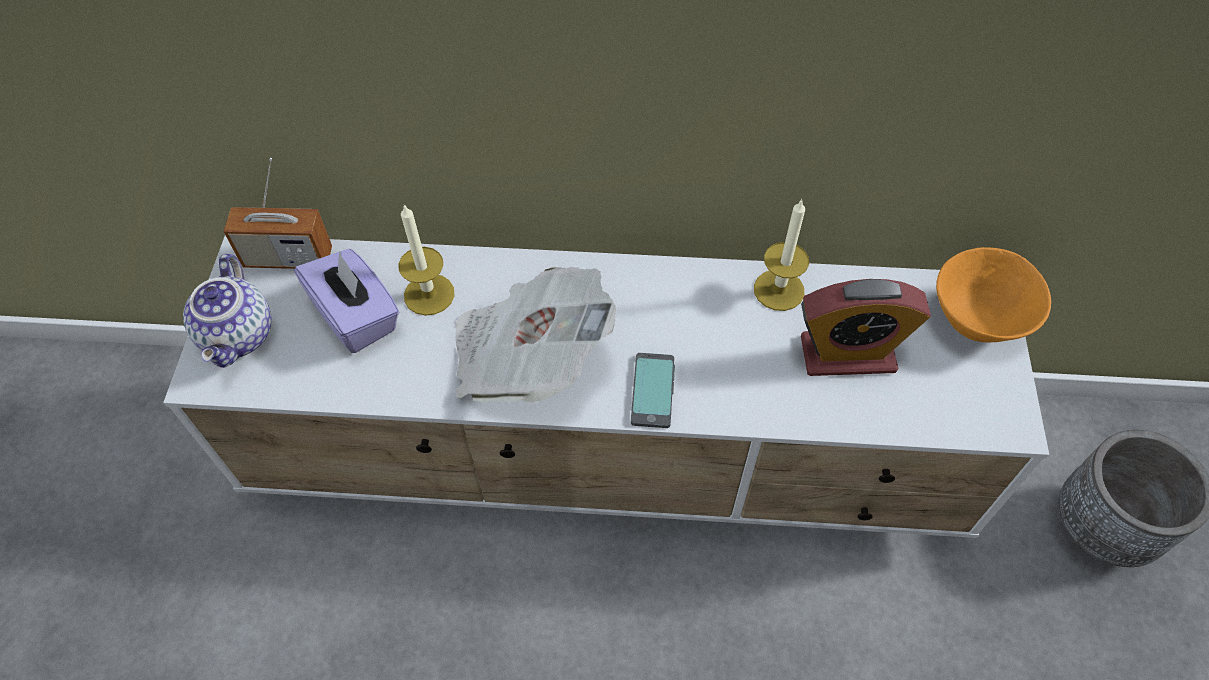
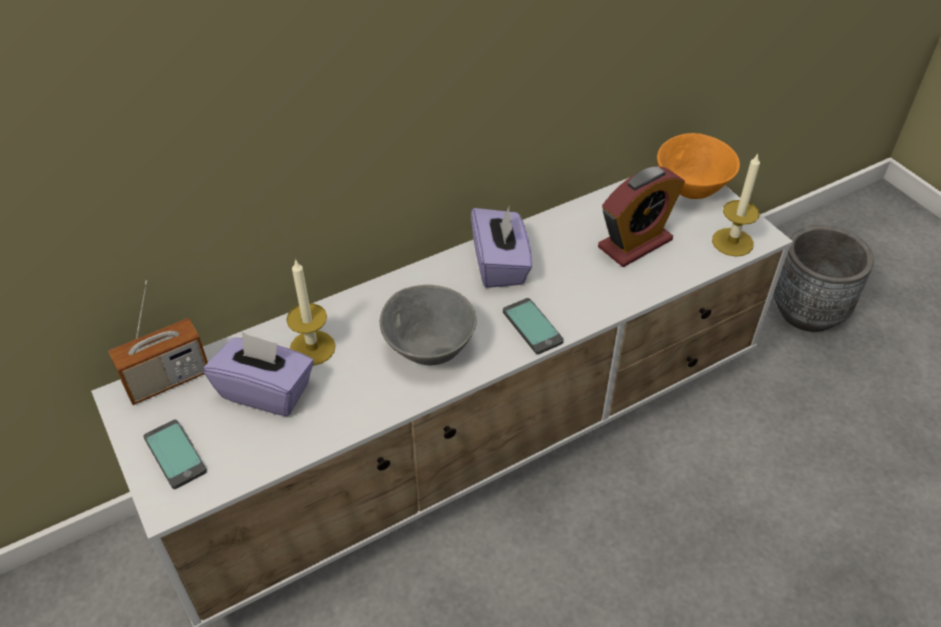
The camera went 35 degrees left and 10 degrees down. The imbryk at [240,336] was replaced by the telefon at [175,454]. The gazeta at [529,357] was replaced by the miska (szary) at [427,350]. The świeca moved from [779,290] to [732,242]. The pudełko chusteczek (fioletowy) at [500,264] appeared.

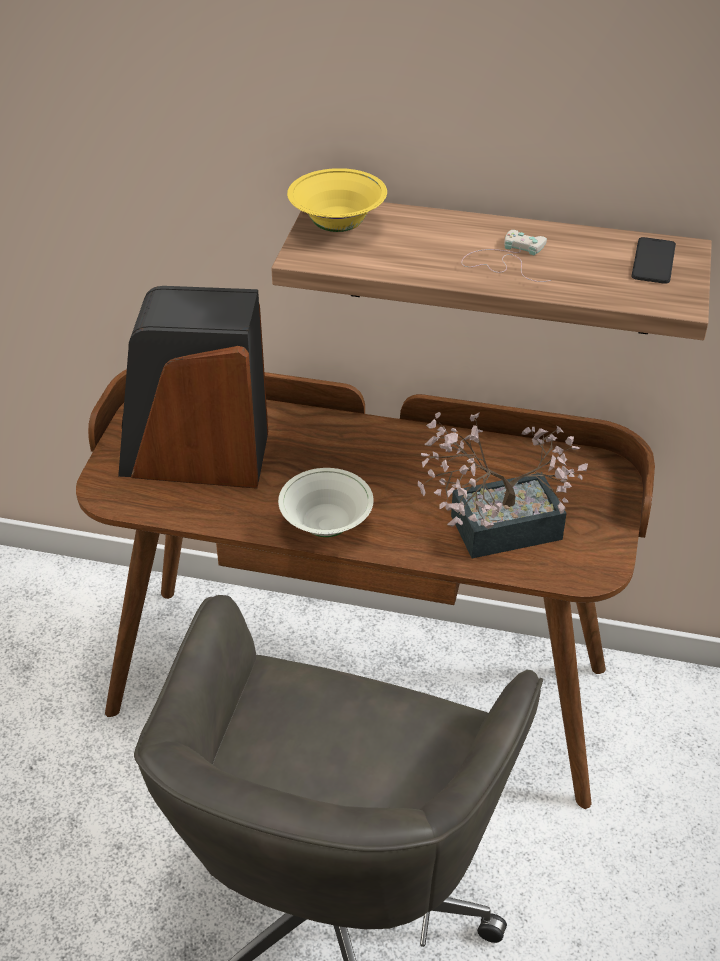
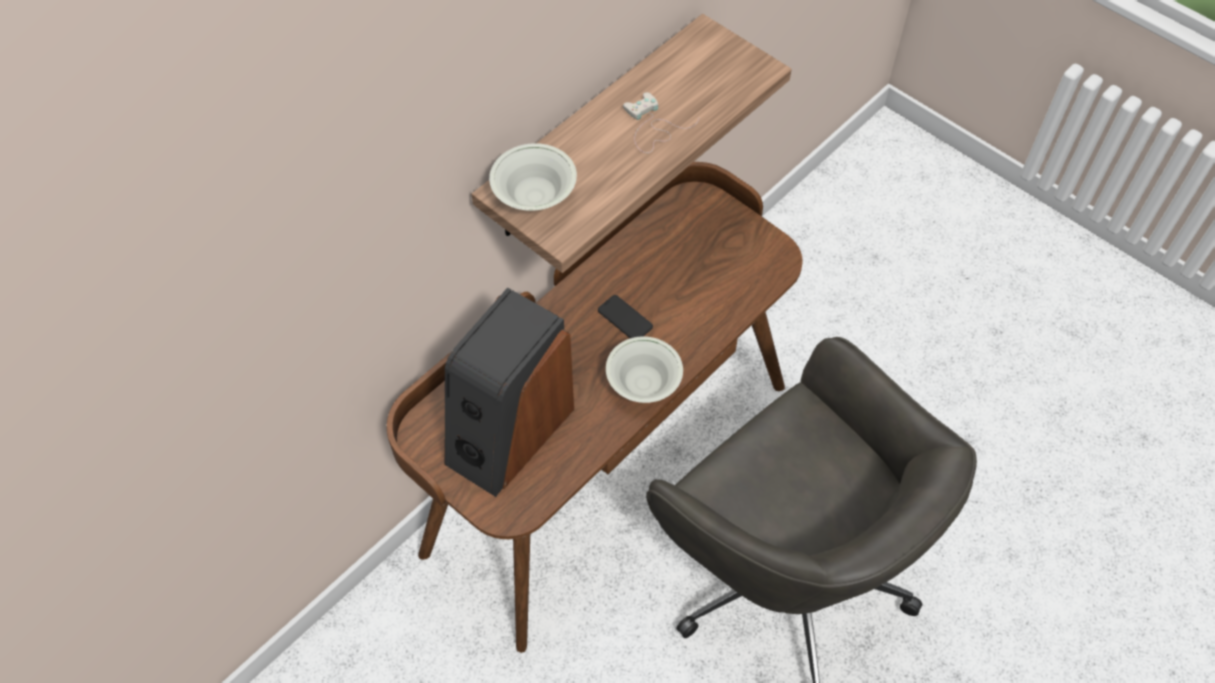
The camera went 60 degrees left and 15 degrees up. The miska (żółty) at [338,226] became the miska (biały) at [535,198]. The roślina doniczkowa at [492,529] disappeared. The telefon moved from [653,261] to [625,318].

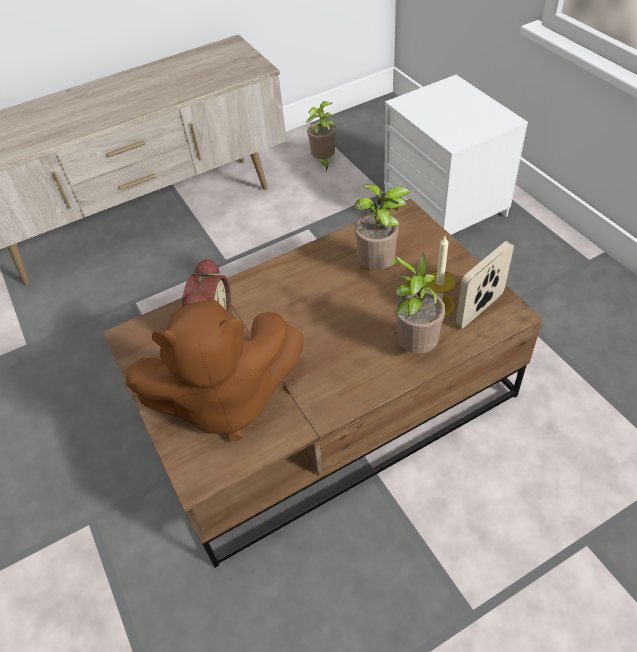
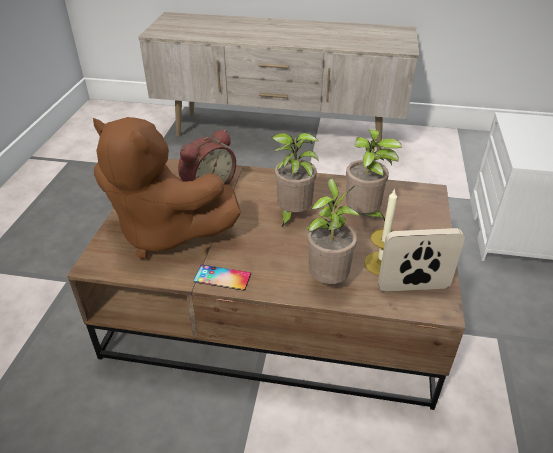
The camera went 35 degrees right and 10 degrees down. The roślina doniczkowa moved from [323,162] to [292,215]. The telefon at [222,278] appeared.

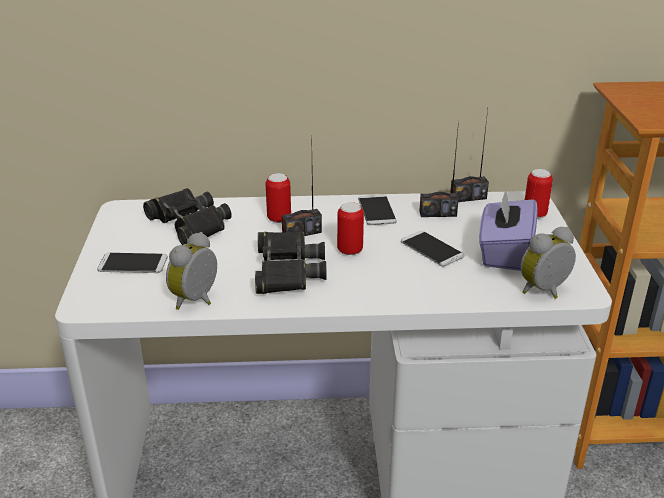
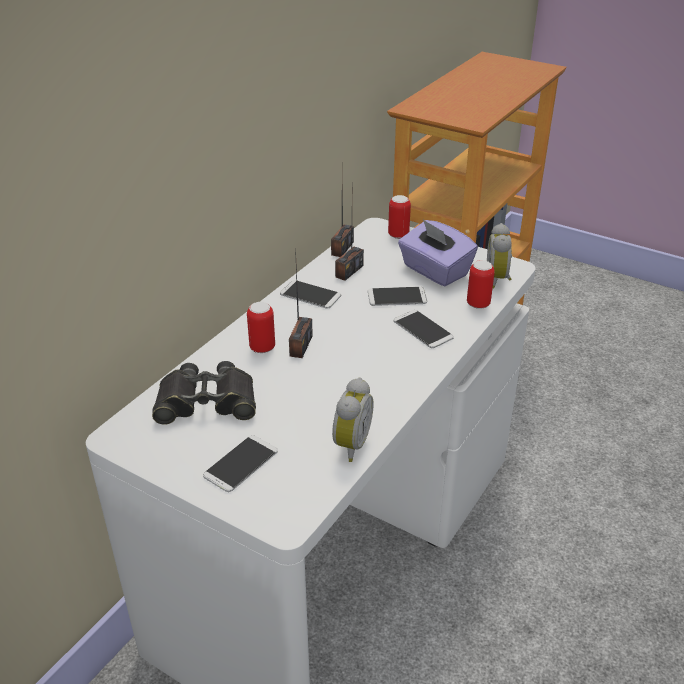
The camera went 55 degrees left and 5 degrees up. The budzik at [198,300] turned 135 degrees counterclockwise. The lornetka (czarny) at [287,270] disappeared. The puszka moved from [350,250] to [478,304]. The telefon at [423,329] appeared.

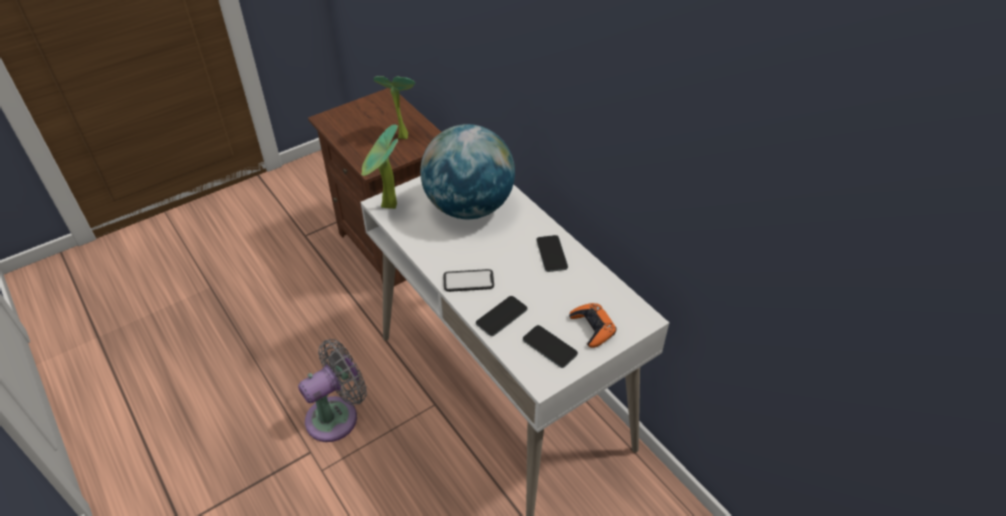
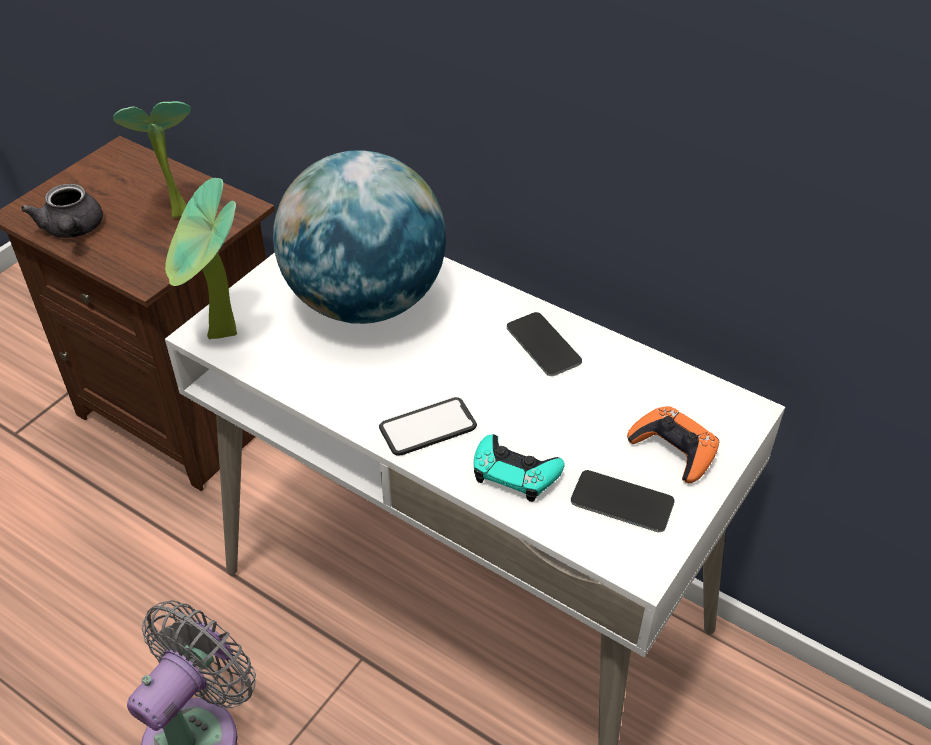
The camera went 20 degrees left and 0 degrees up. The telefon at [501,316] was replaced by the pad do gier (turkusowy) at [515,472]. The imbryk (szary) at [72,230] appeared.

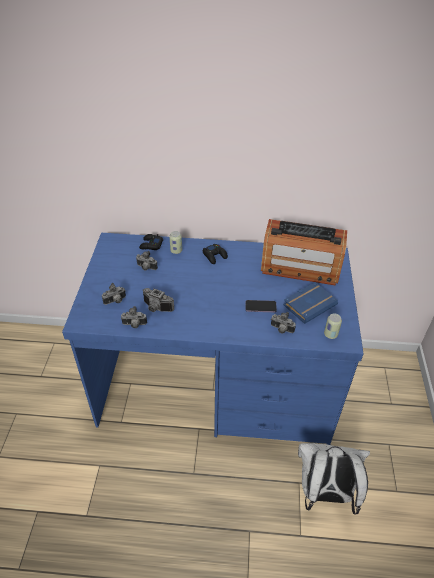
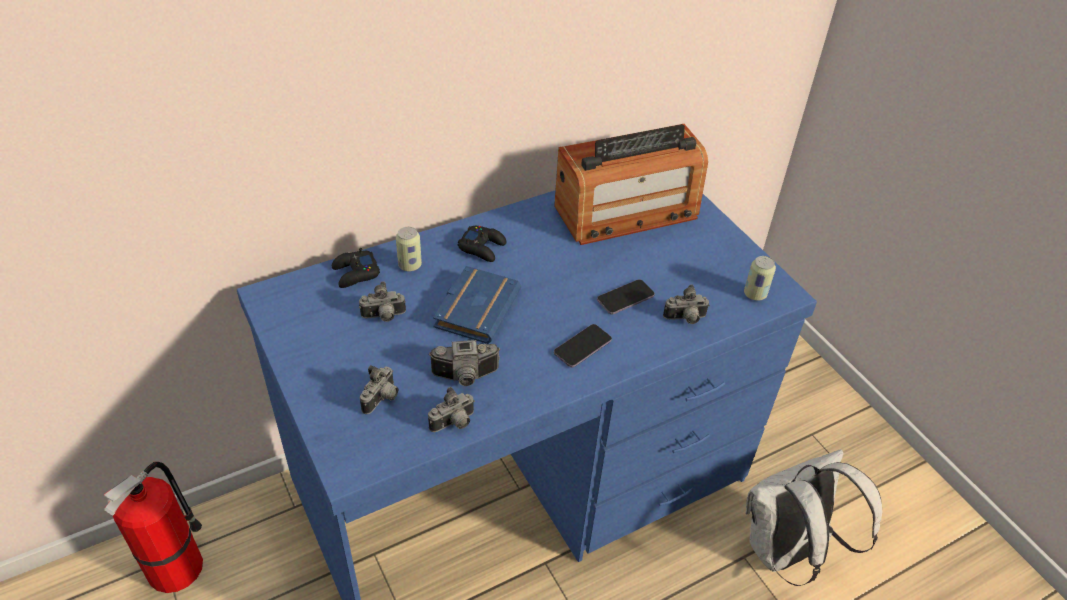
The camera went 35 degrees left and 0 degrees up. The książka (niebieski) moved from [309,304] to [475,308]. The gaśnica at [177,565] appeared. The telefon at [582,347] appeared.

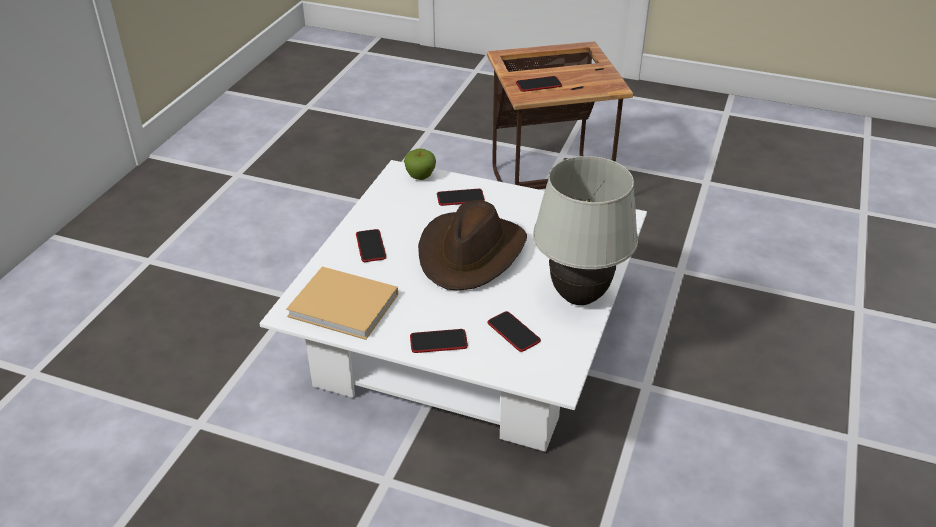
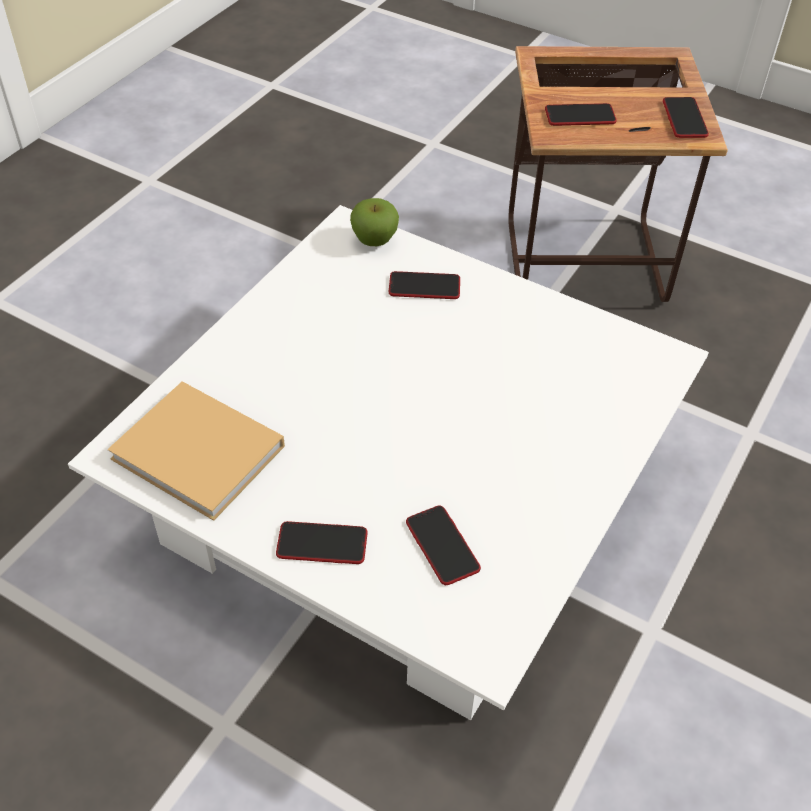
The camera went 10 degrees right and 10 degrees up. The telefon moved from [371,246] to [684,119]. The kapelusz (brązowy) at [471,253] disappeared. The lampa stołowa (biały) at [578,297] disappeared.

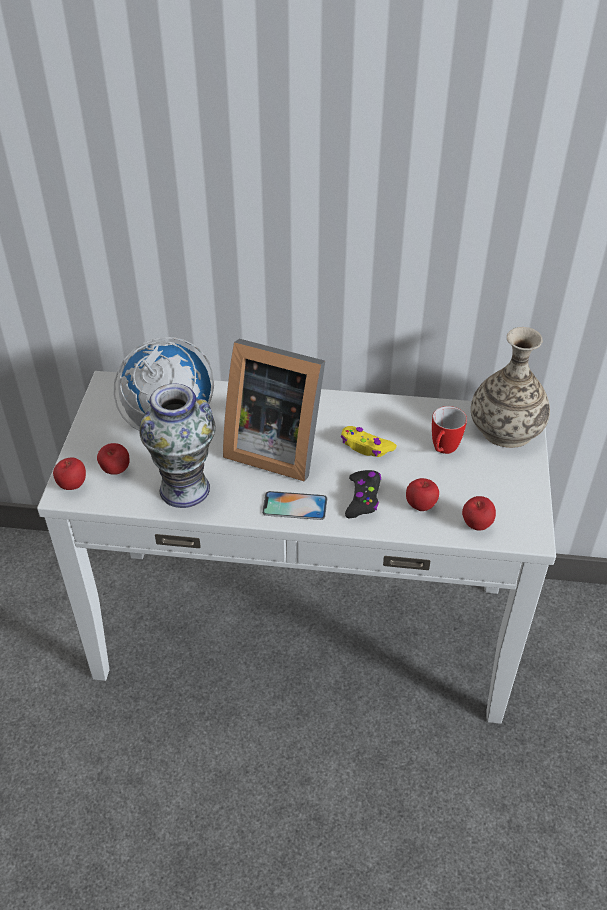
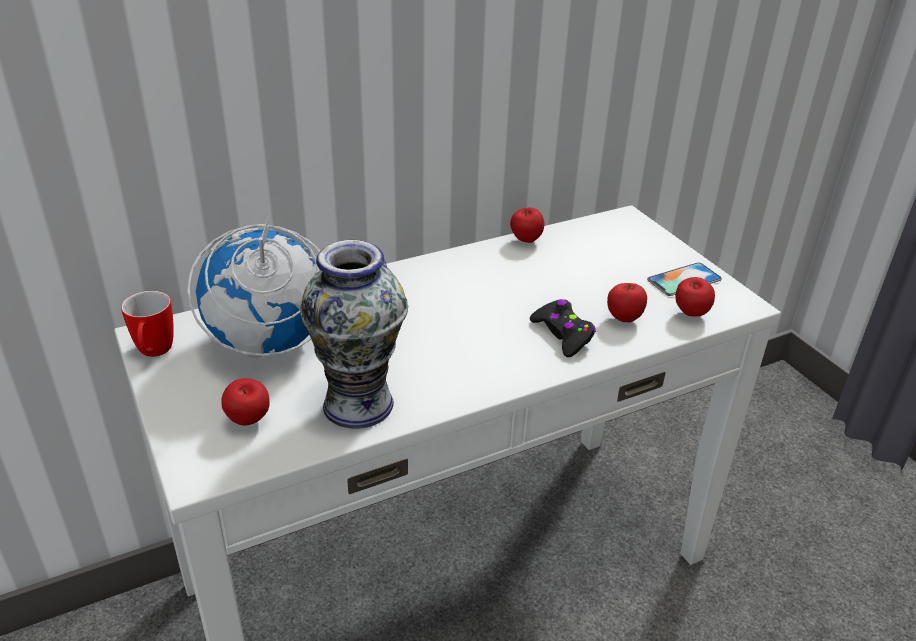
The camera went 35 degrees left and 10 degrees down. The jabłko moved from [72,485] to [525,241]. The ramka na zdjęcie at [274,446] disappeared. The telefon moved from [295,506] to [684,279]. The pad do gier (żółty) at [366,446] disappeared. The kubek moved from [442,450] to [154,353]. The wazon at [506,429] disappeared.

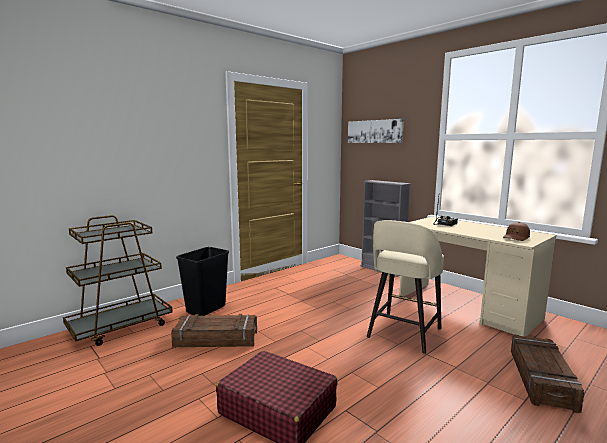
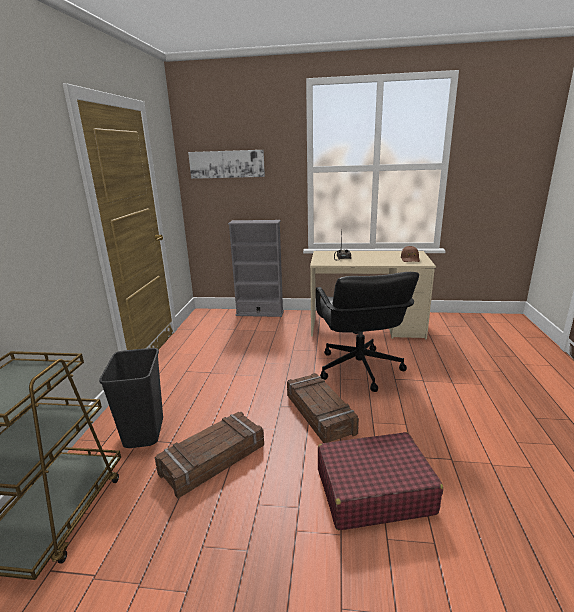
The camera went 40 degrees left and 10 degrees up. The stołek (beżowy) at [403,334] was replaced by the krzesło biurowe (czarny) at [359,369]. The skrzynka moved from [542,379] to [320,413].

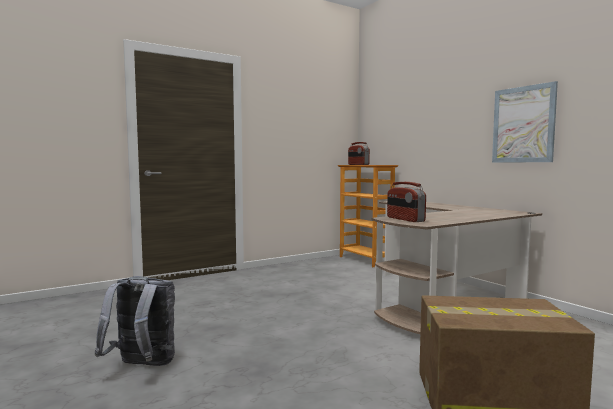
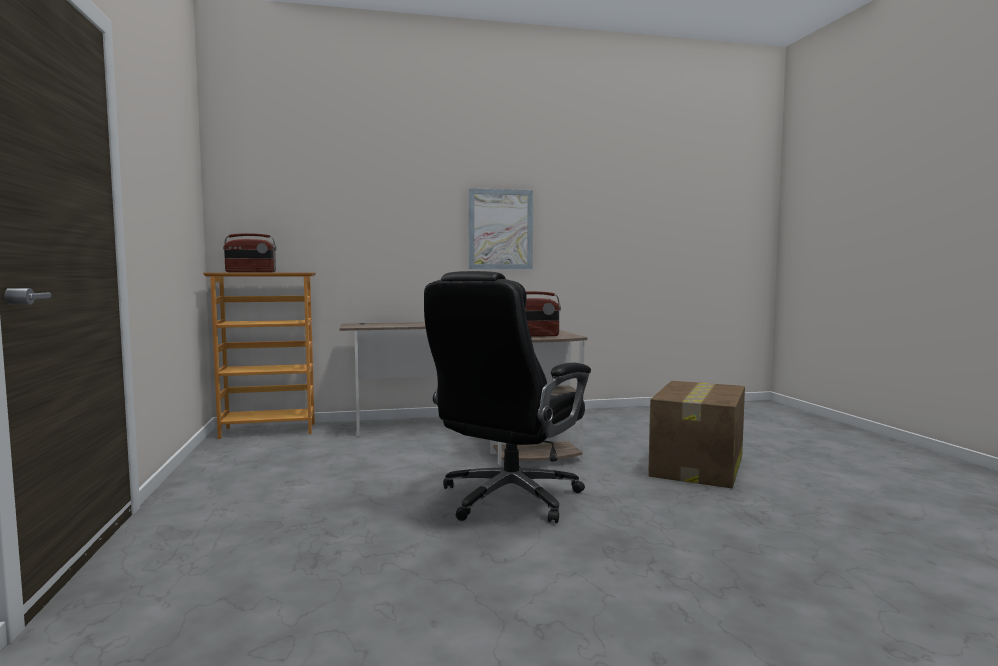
The camera went 70 degrees left and 0 degrees up. The plecak (szary) at [142,366] disappeared. The krzesło biurowe (czarny) at [508,499] appeared.

